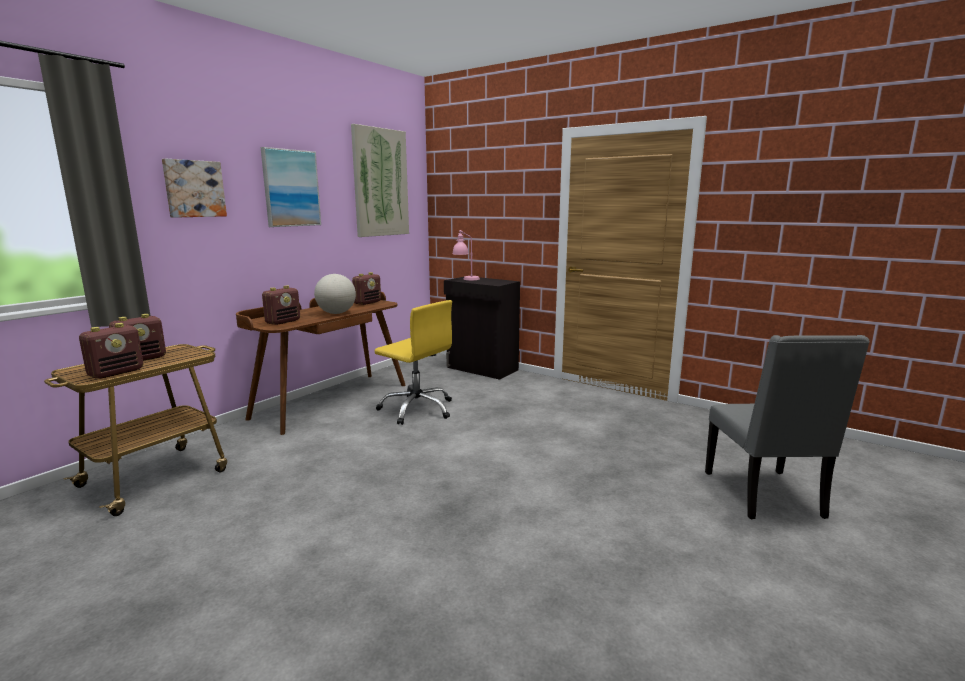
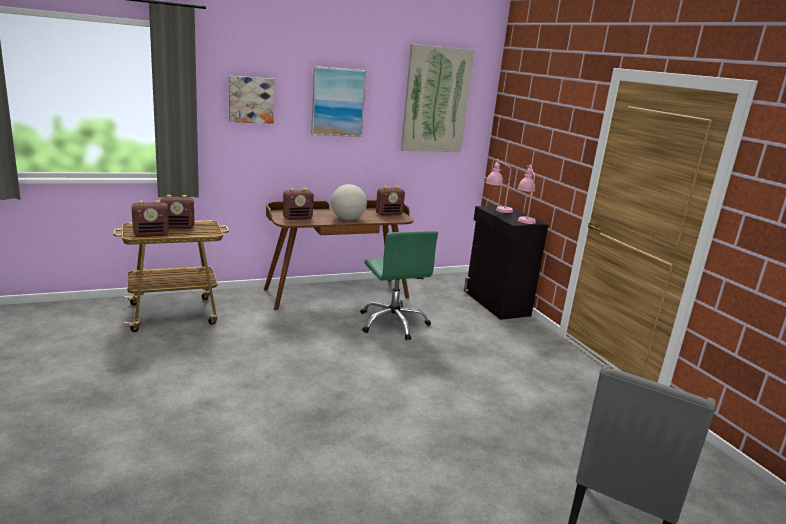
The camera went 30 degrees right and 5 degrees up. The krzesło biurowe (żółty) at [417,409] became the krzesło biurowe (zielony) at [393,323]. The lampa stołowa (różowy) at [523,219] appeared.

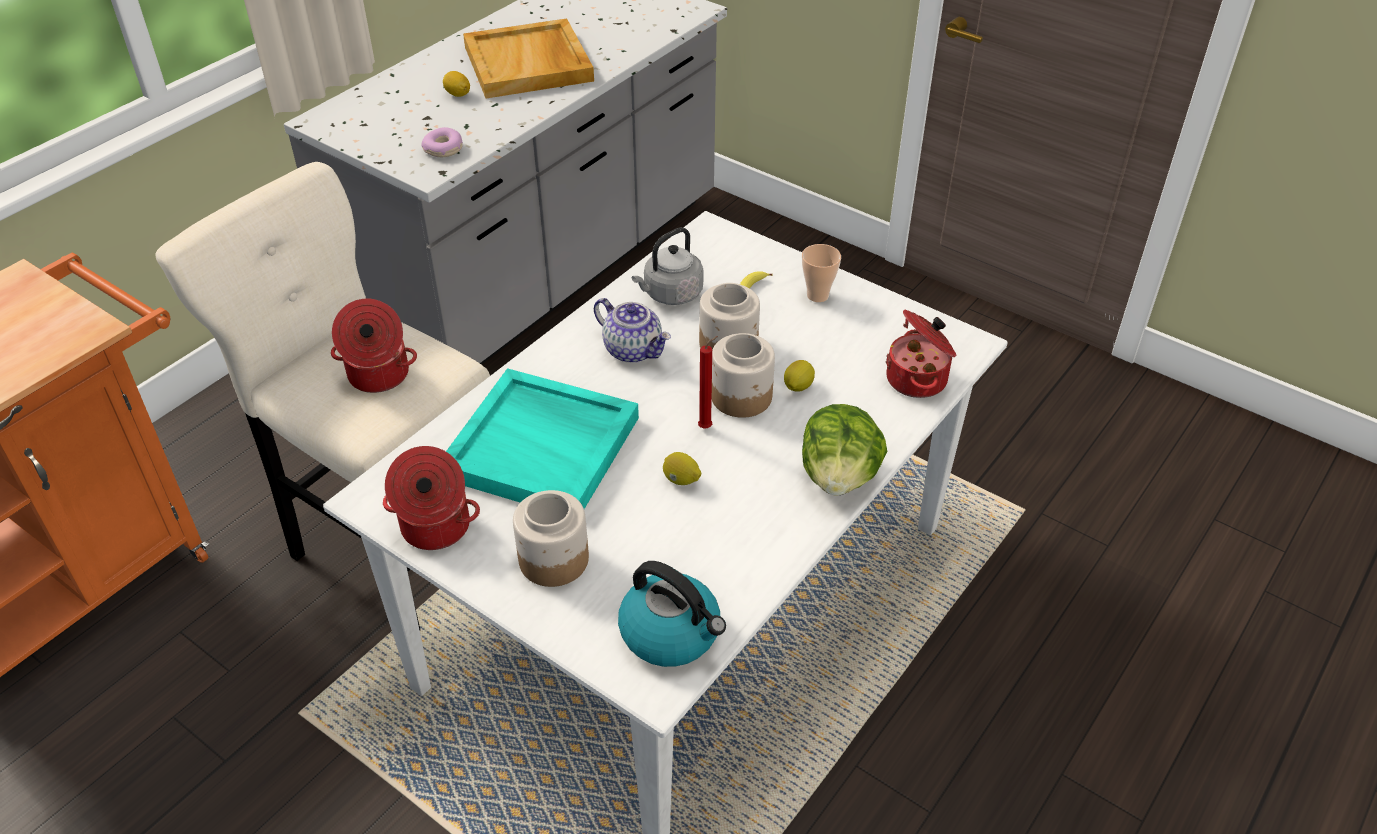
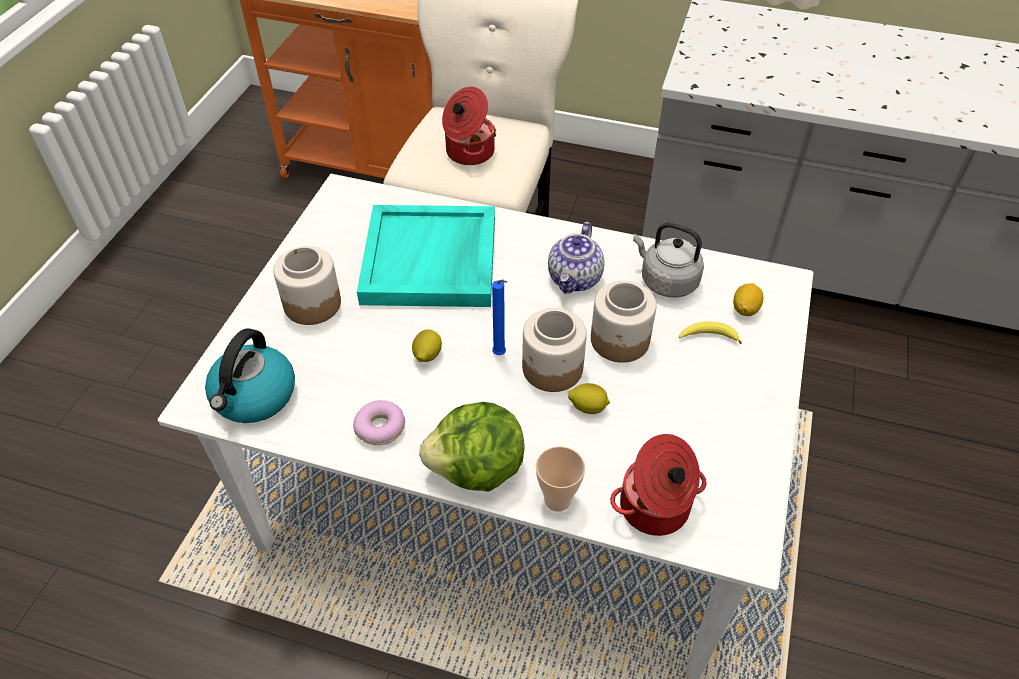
The camera went 70 degrees right and 5 degrees up. The garnek at [435,528] disappeared. The donut moved from [444,149] to [380,428]. The cytryna moved from [457,94] to [745,309]. The taca (beżowy) at [529,64] disappeared. The świeca (czerwony) at [707,427] became the świeca (niebieski) at [500,355]. The filiżanka moved from [817,295] to [557,499].

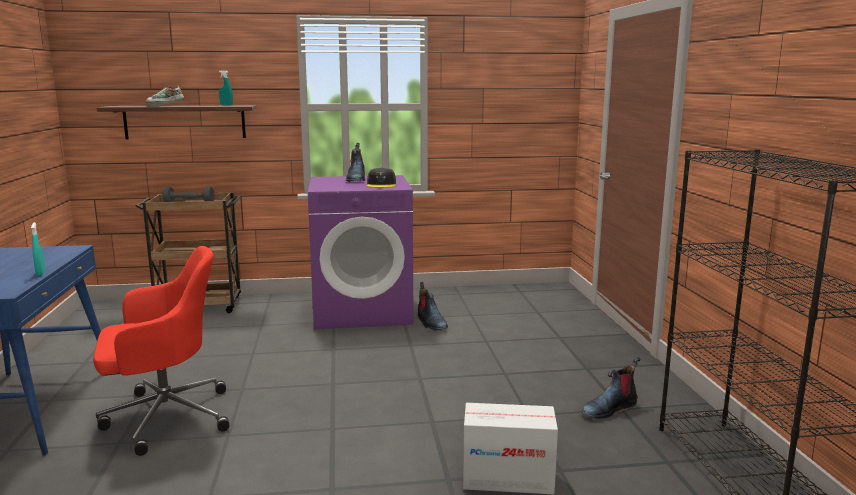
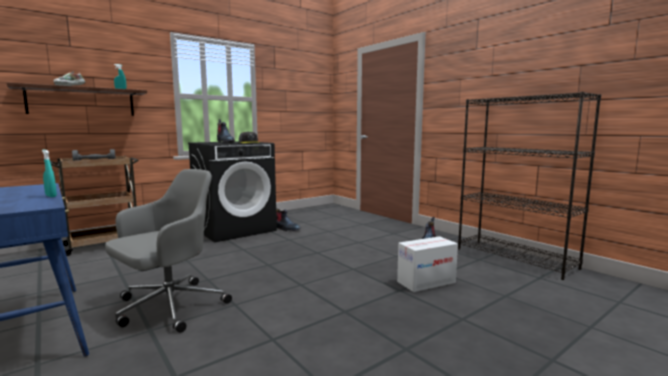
The camera went 30 degrees left and 5 degrees down. The krzesło biurowe (czerwony) at [164,417] became the krzesło biurowe (szary) at [168,307]. The pralka (fioletowy) at [363,311] became the pralka (czarny) at [235,229].

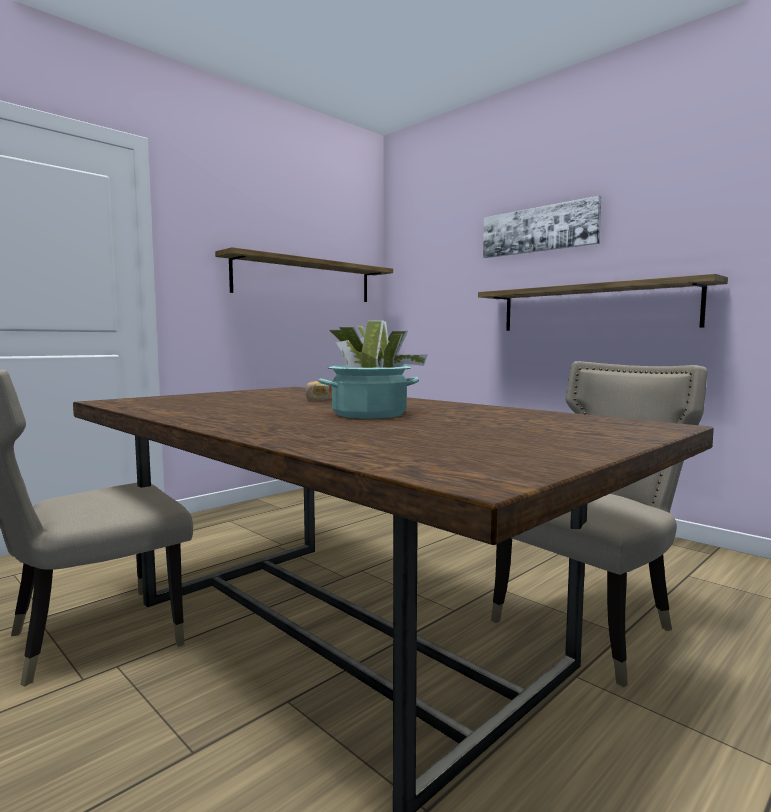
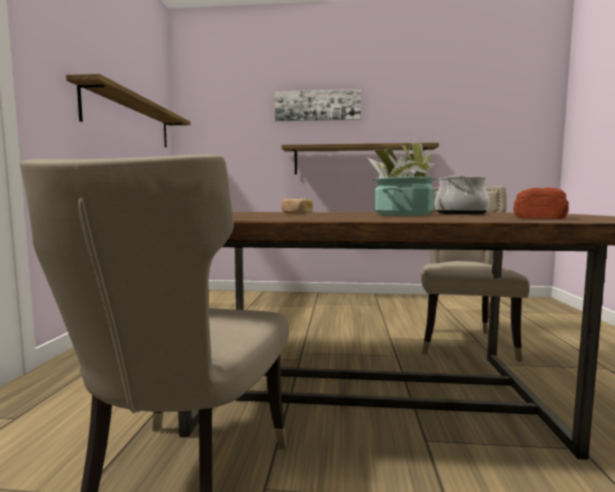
The camera went 40 degrees left and 0 degrees up. The garnek at [460,213] appeared. The chleb at [538,217] appeared.

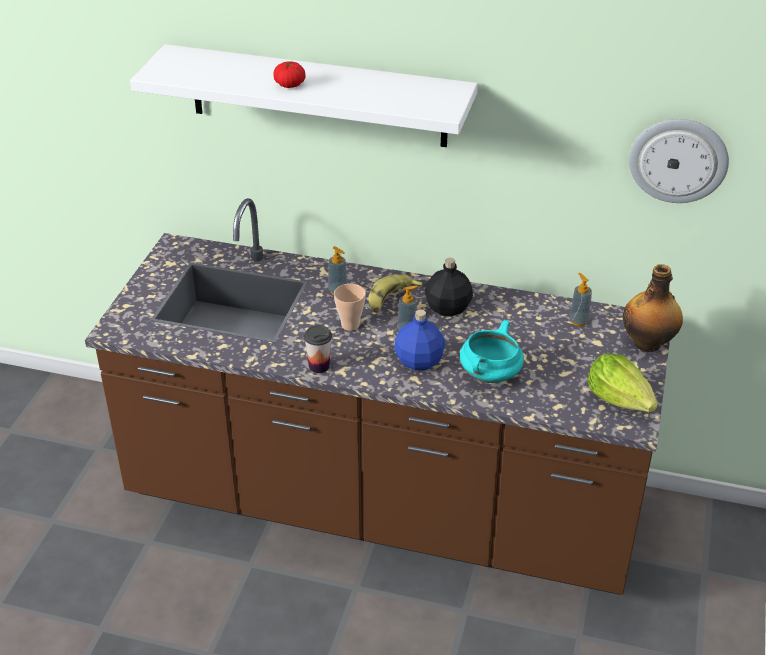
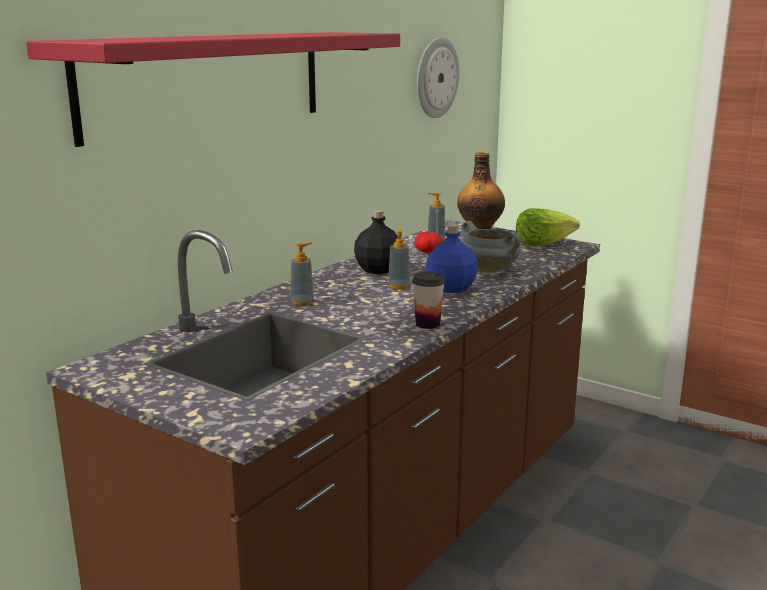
The camera went 70 degrees left and 20 degrees down. The półka (biały) at [317,96] became the półka (czerwony) at [209,82]. The pomidor moved from [290,85] to [428,251]. The filiżanka at [350,325] disappeared. The banan at [391,299] disappeared. The garnek (turkusowy) at [490,376] became the garnek (szary) at [490,270].

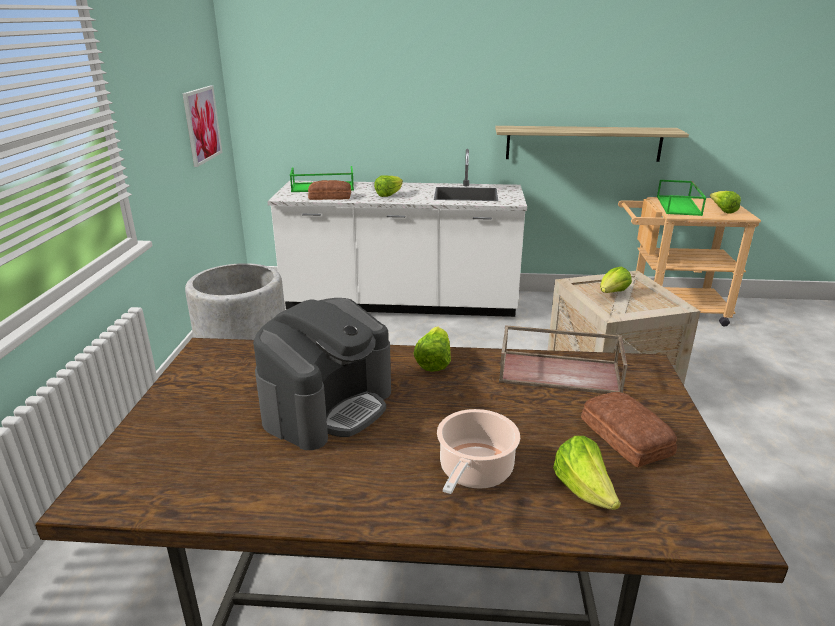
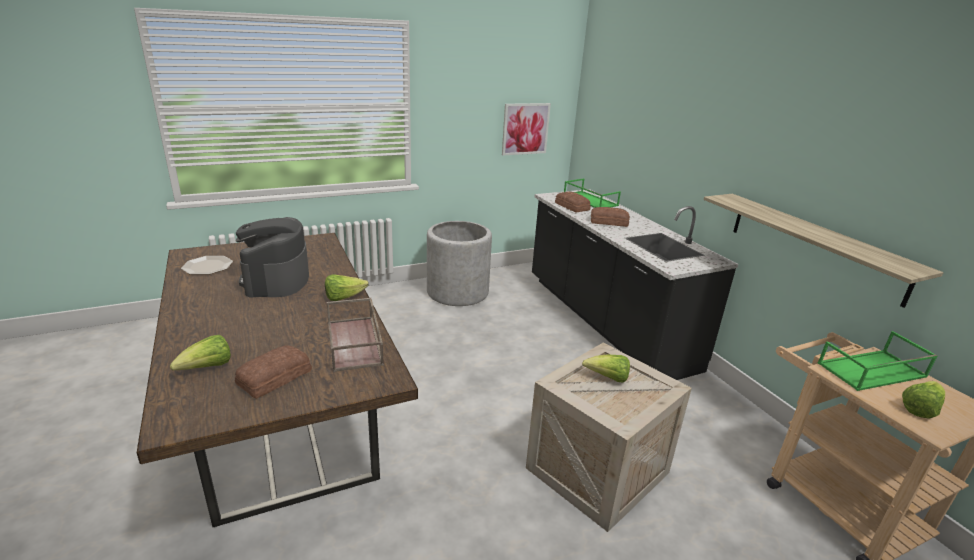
The camera went 60 degrees right and 0 degrees up. The ekspres do kawy at [328,406] turned 75 degrees clockwise. The zabudowa kuchenna (biały) at [401,304] became the zabudowa kuchenna (czarny) at [605,321]. The sałata at [389,195] was replaced by the chleb at [608,221]. The garnek at [474,472] disappeared. The talerz at [208,266] appeared.

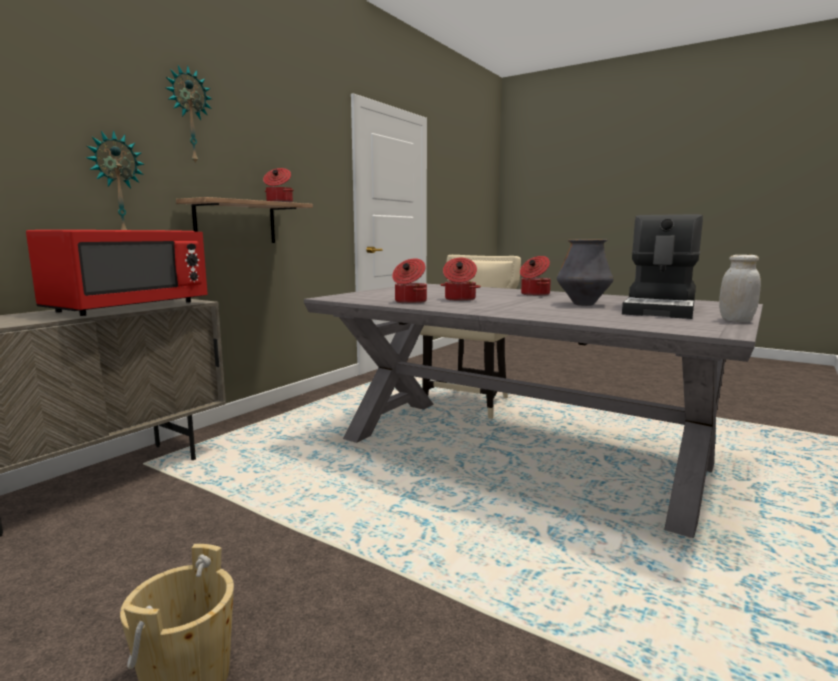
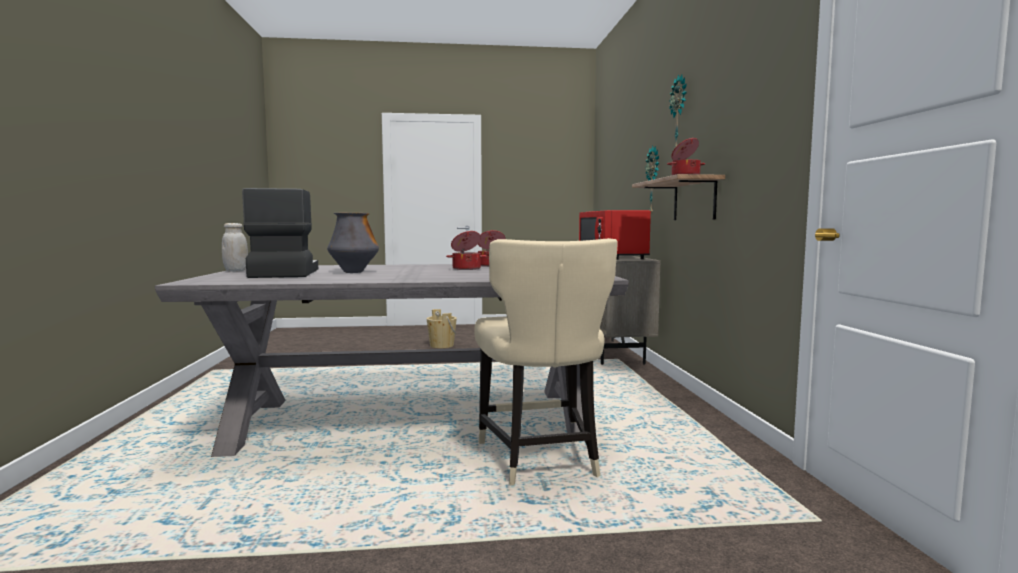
The camera went 140 degrees right and 5 degrees down. The garnek at [534,294] disappeared.

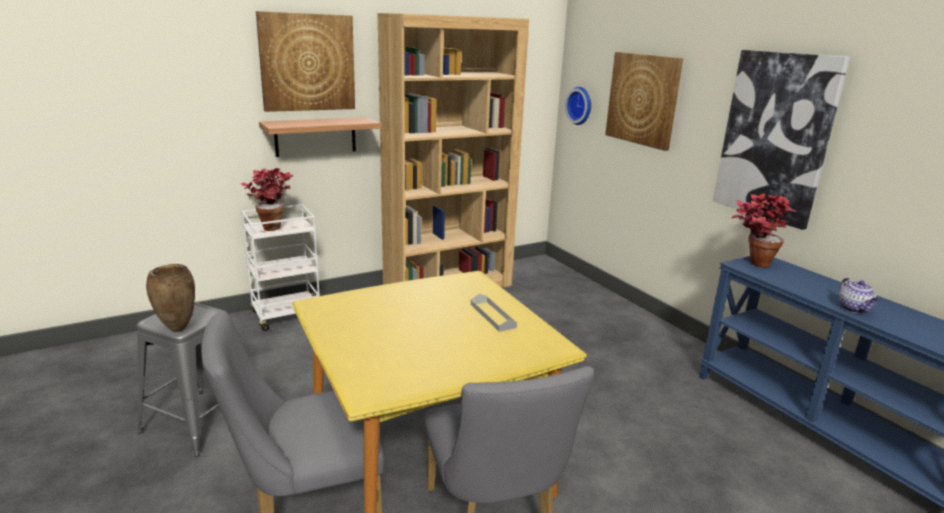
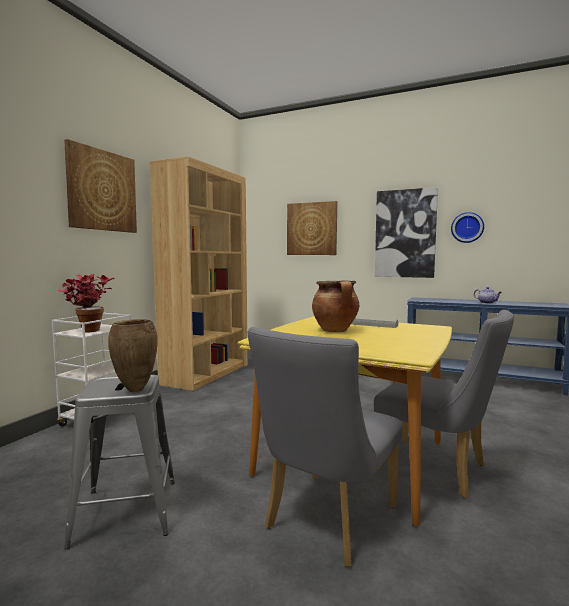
The camera went 35 degrees left and 15 degrees down. The półka at [315,136] disappeared. The zegar ścienny moved from [581,105] to [467,227]. The roślina doniczkowa at [751,263] disappeared. The garnek at [336,331] appeared.

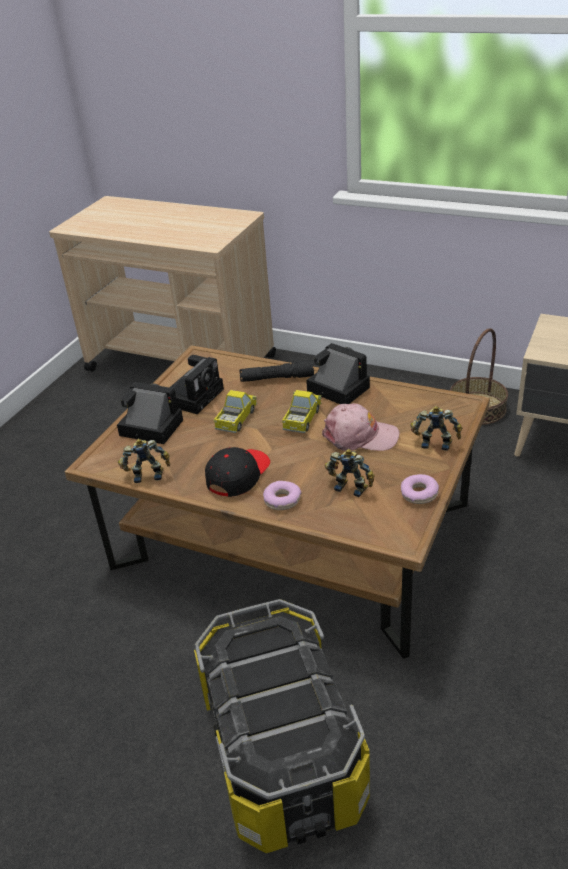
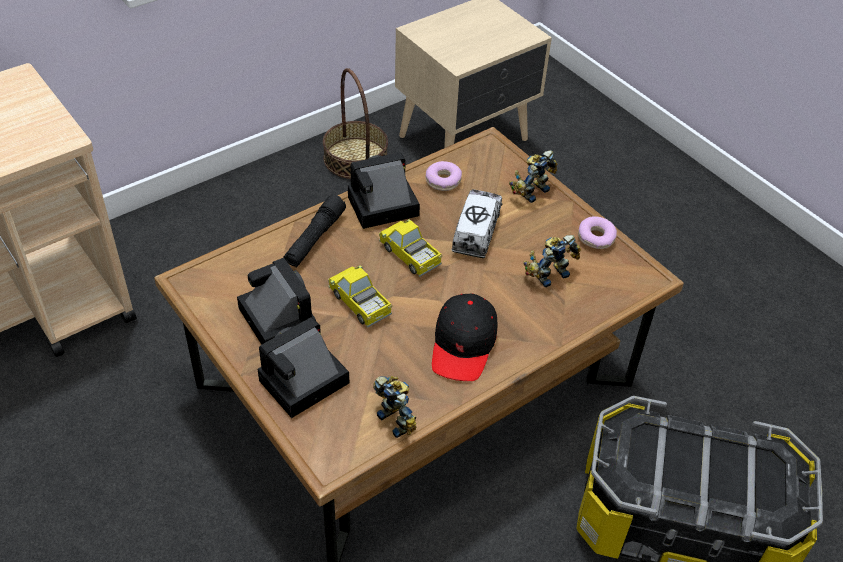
The camera went 65 degrees left and 10 degrees up. The robot zabawkowy at [147,474] turned 120 degrees clockwise. The czapka z daszkiem (czarny) at [238,475] turned 135 degrees counterclockwise. The donut moved from [282,500] to [443,180]. The czapka z daszkiem (różowy) at [359,436] was replaced by the ciężarówka zabawkowa at [476,231].

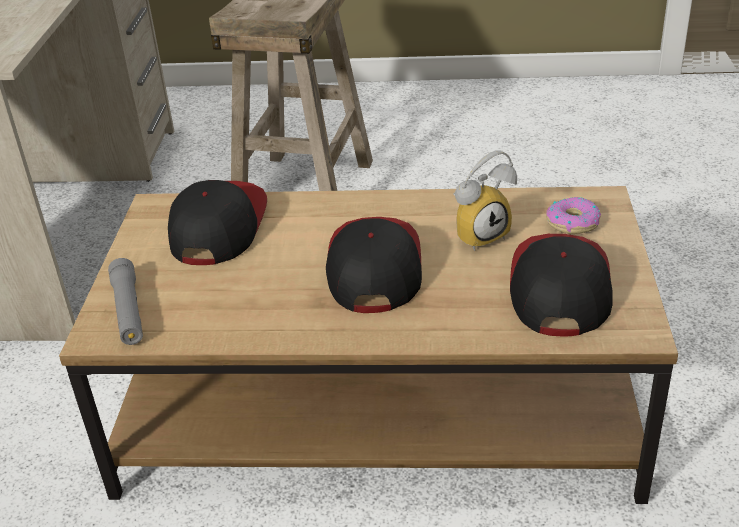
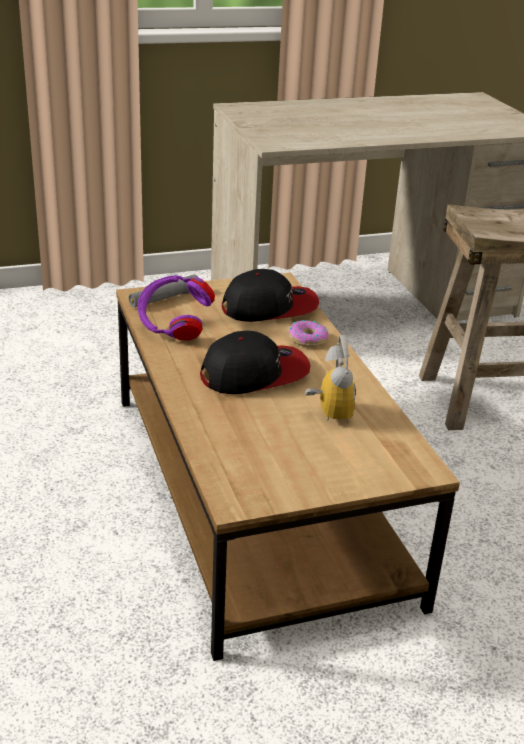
The camera went 65 degrees right and 5 degrees down. The budzik at [480,234] turned 135 degrees counterclockwise. The czapka z daszkiem at [559,288] disappeared. The donut moved from [572,222] to [308,339]. The słuchawki (fioletowy) at [174,328] appeared.

